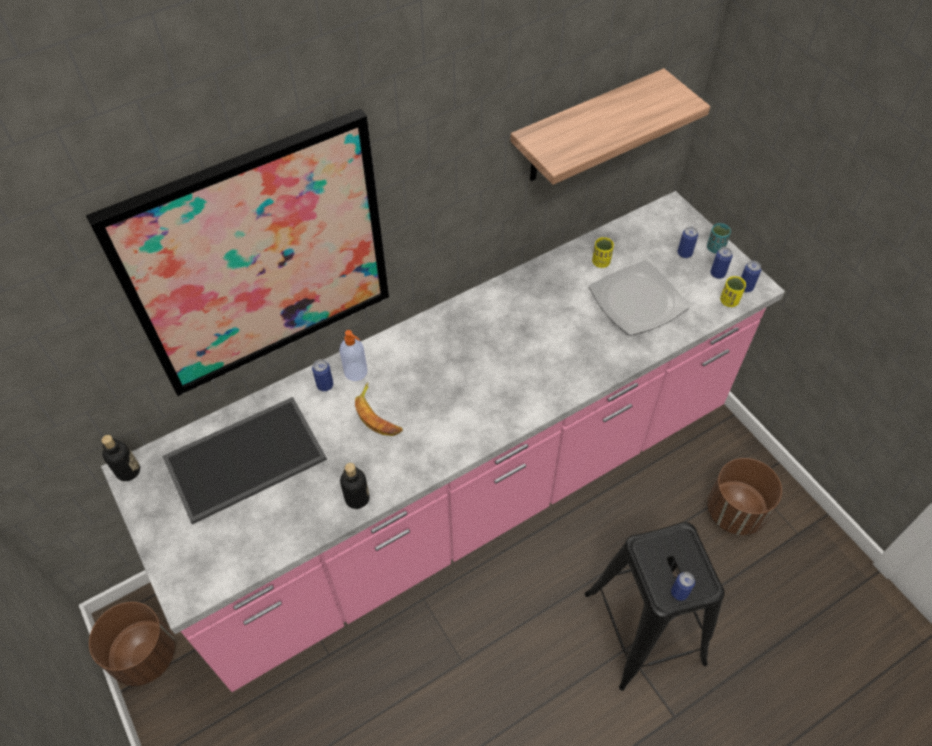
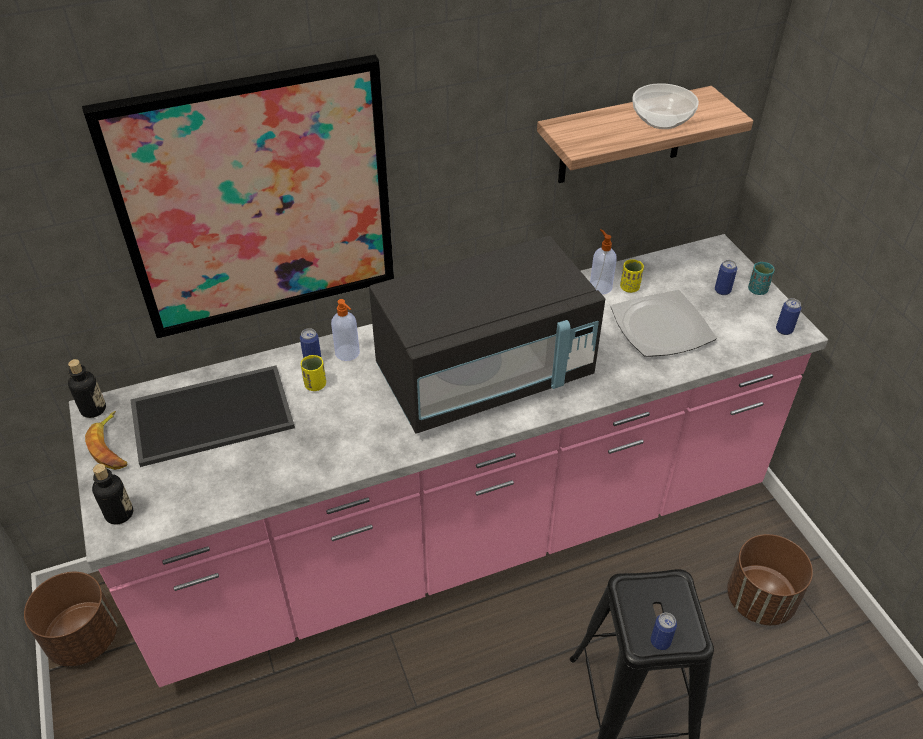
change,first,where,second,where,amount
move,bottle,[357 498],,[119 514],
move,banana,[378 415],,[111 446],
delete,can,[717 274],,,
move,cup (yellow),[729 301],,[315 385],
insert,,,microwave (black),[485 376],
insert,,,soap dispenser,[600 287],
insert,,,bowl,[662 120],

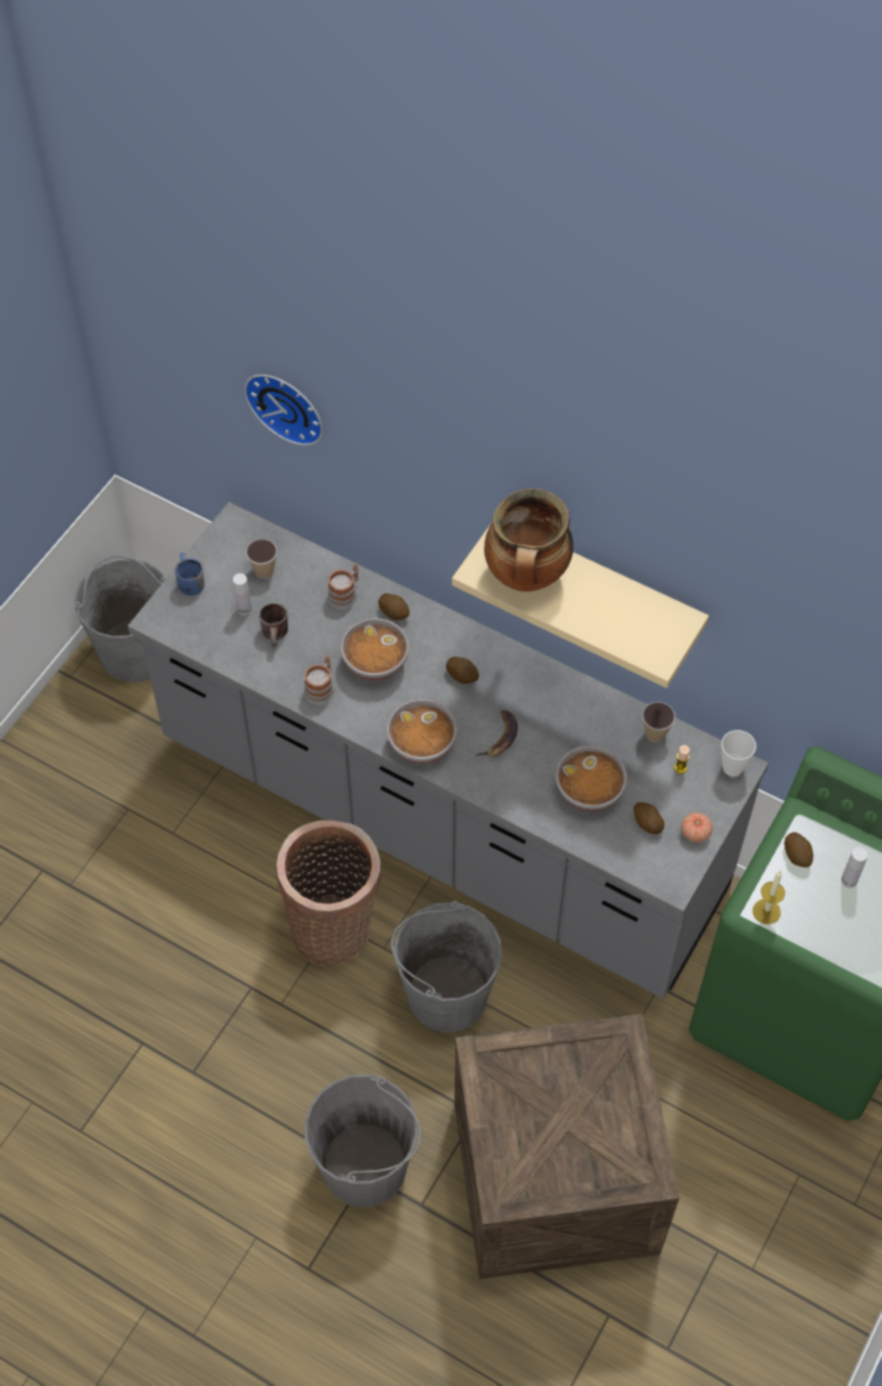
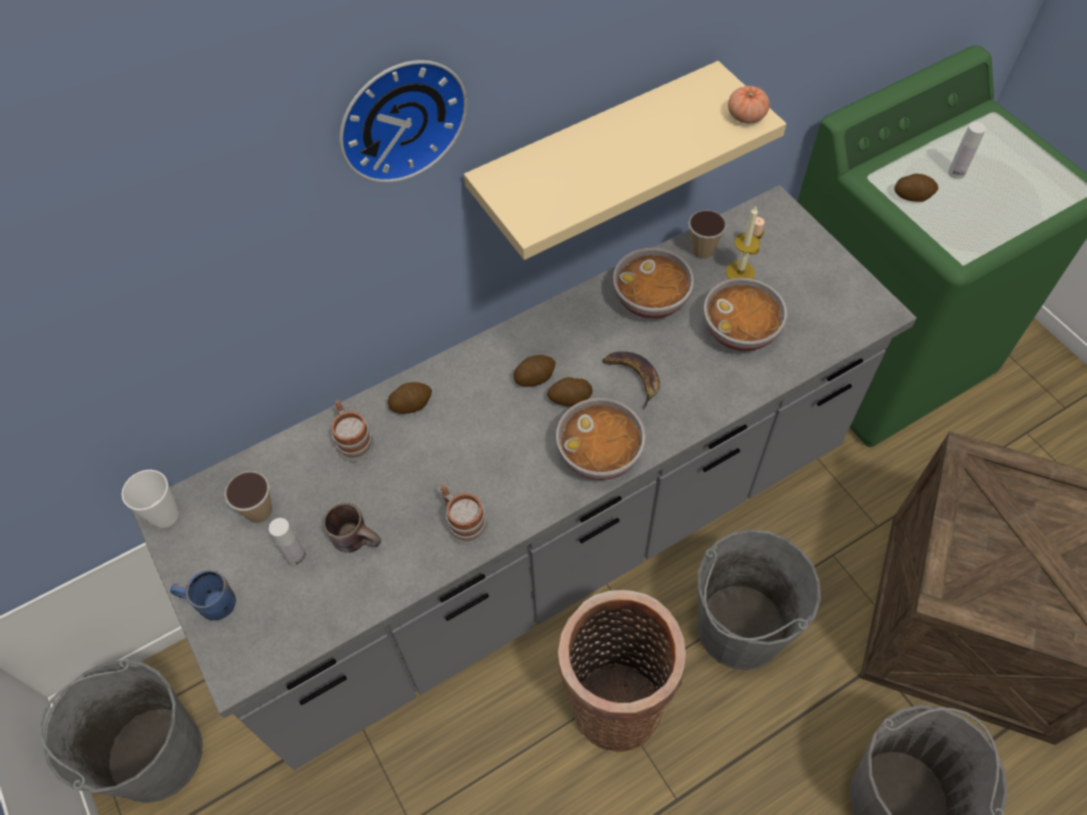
change,first,where,second,where,amount
move,wall clock,[287 405],,[399 116],
move,bowl,[375 662],,[651 300],
delete,cooking pot,[527 577],,,
move,potato,[647 823],,[570 399],
move,tomato,[695 832],,[746 116],
move,cup,[732 768],,[165 516],
move,candle,[766 911],,[740 272],

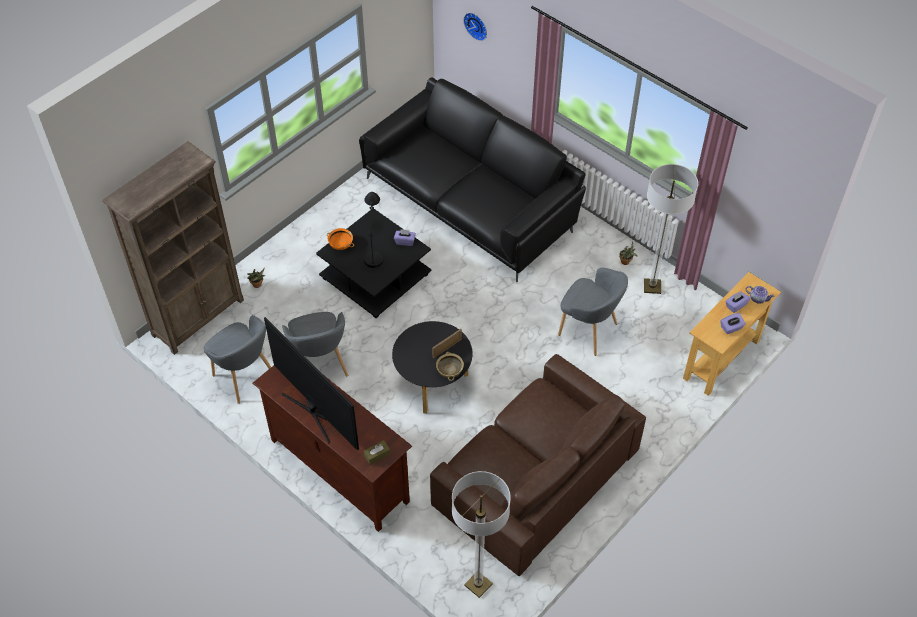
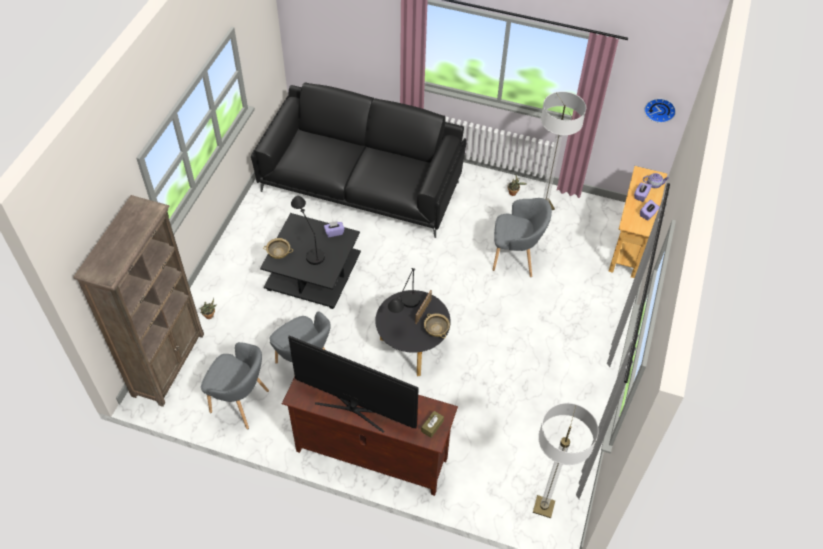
change,first,where,second,where,amount
recolor,bowl (orange),[341 244],bowl (beige),[279 253],
delete,sofa (brown),[534 477],,,
move,wall clock,[477 25],,[660 108],
insert,,,table lamp (black),[404 313],

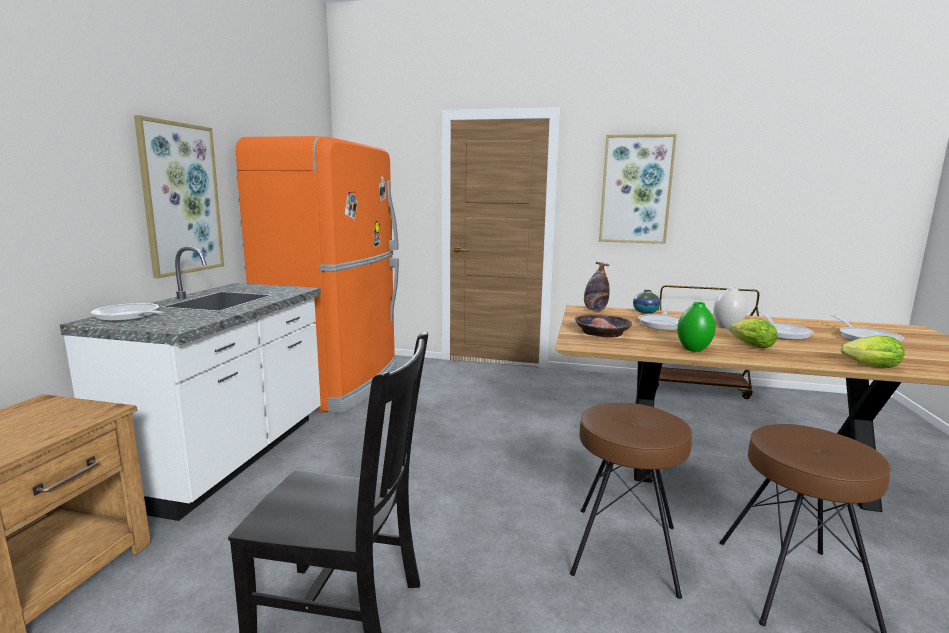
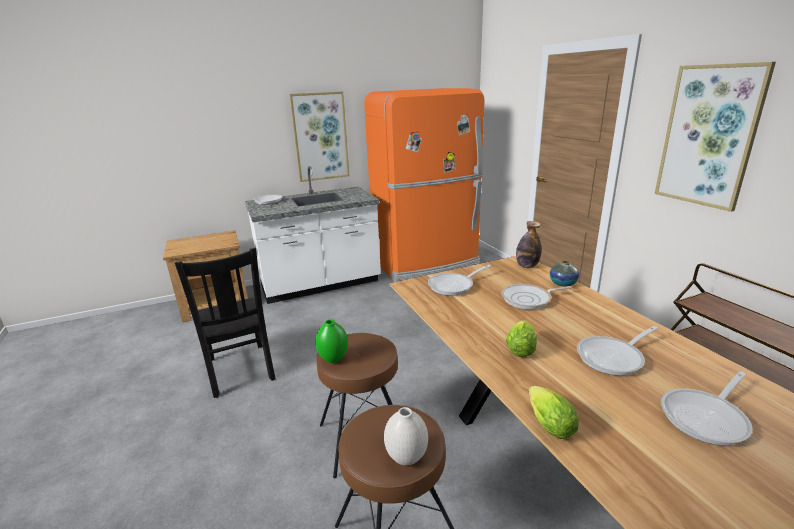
change,first,where,second,where,amount
replace,bowl,[602 332],frying pan,[454 286],
move,vase (green),[693 349],,[333 359],
move,vase (white),[727 327],,[406 457],

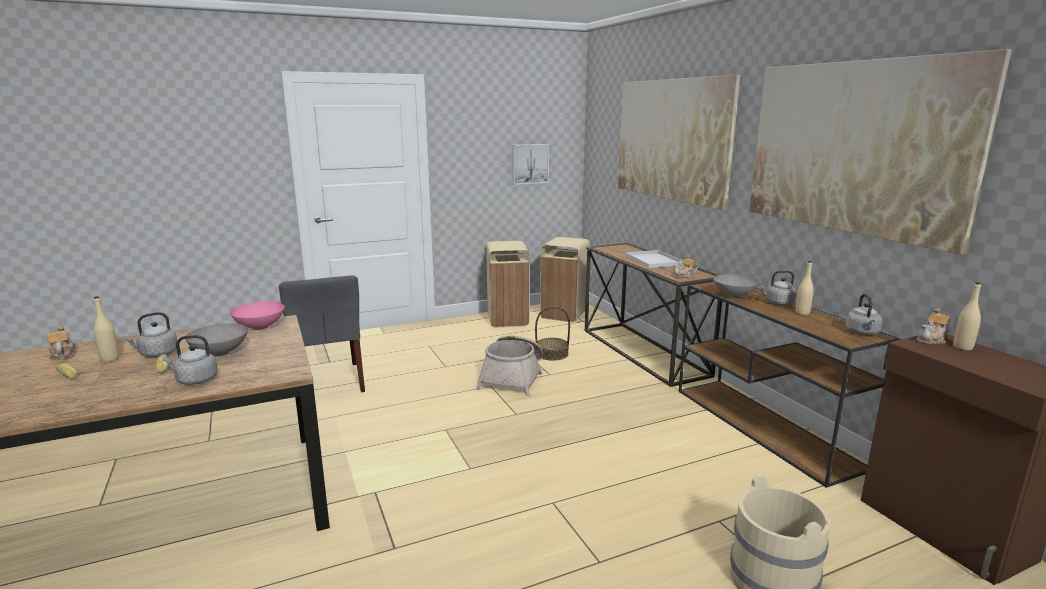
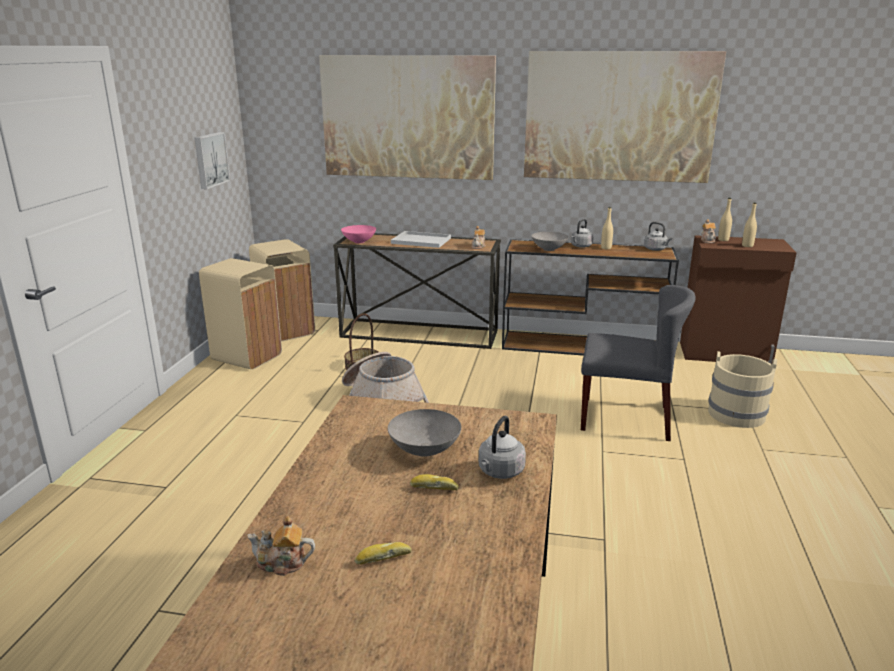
change,first,where,second,where,amount
move,bottle (beige),[110 359],,[747 246],
delete,kettle (grey),[157 354],,,
move,bowl (pink),[259 327],,[358 242],
move,chair (grey),[329 382],,[626 418],

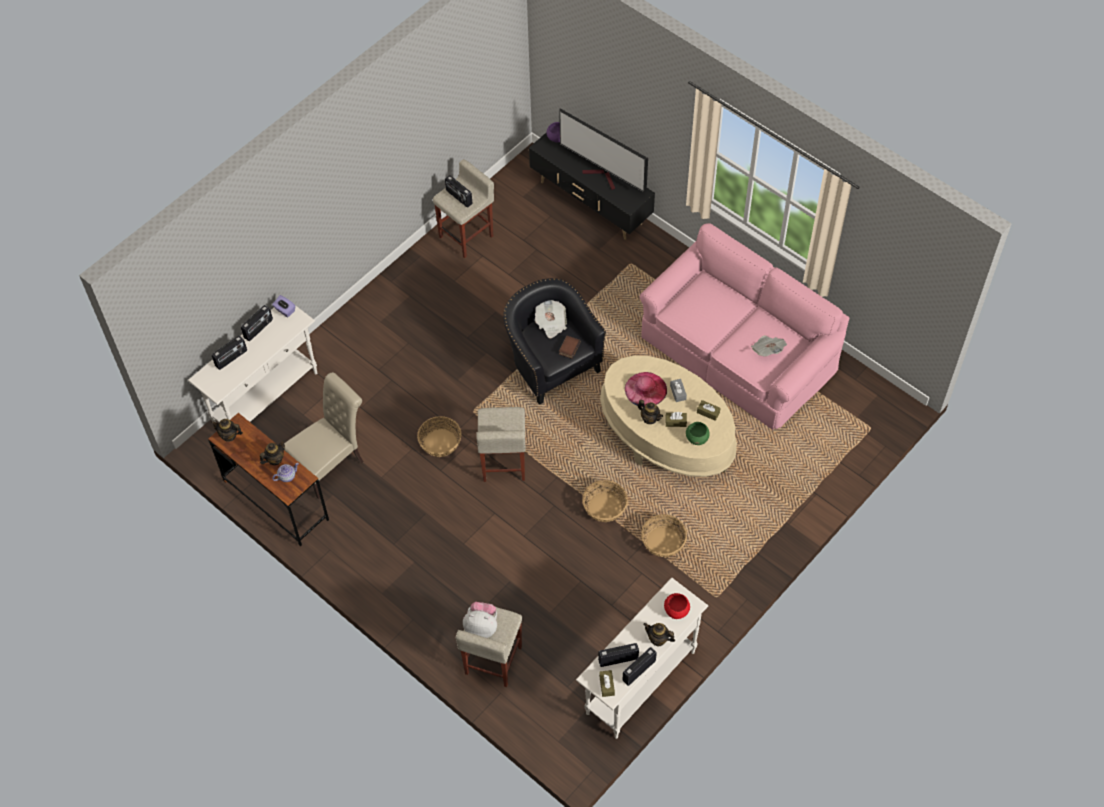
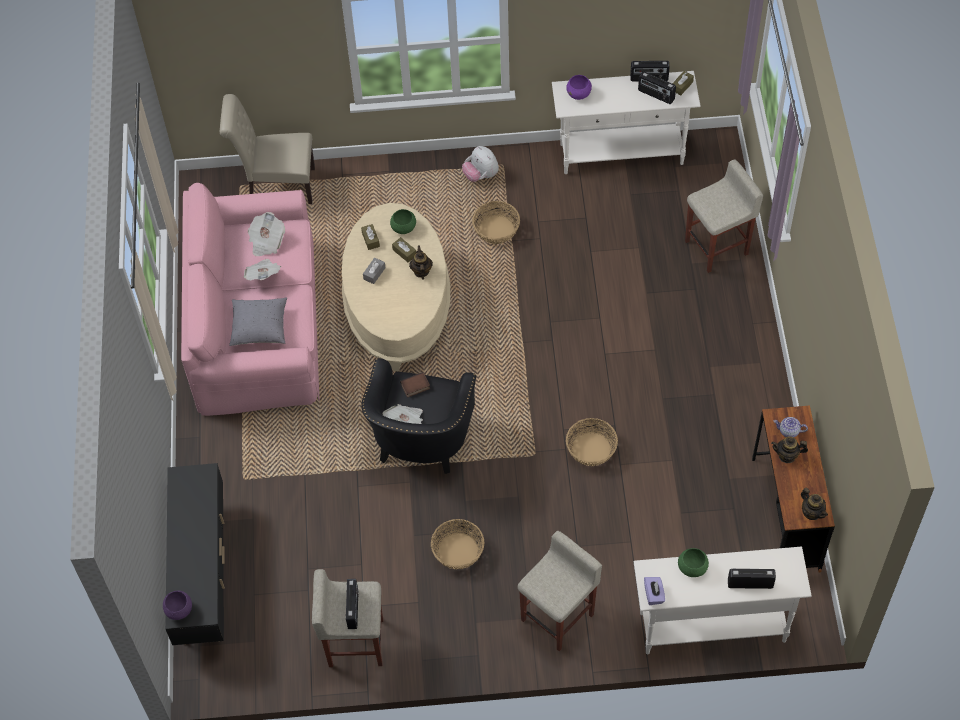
change,first,where,second,where,amount
delete,radio,[258 329],,,
move,chair (beige),[331 464],,[276 186],
move,plush toy,[481 626],,[481 175],
move,stool (beige),[503 463],,[558 616],
delete,television,[603 176],,,
move,basket,[605 507],,[458 551],
delete,hat (pink),[645 389],,,
delete,teapot,[658 639],,,
recolor,bowl (red),[676 610],bowl (purple),[579 94],
insert,,,pillow (grey),[260 328],
insert,,,newspaper,[263 275],
insert,,,bowl (green),[692 568],

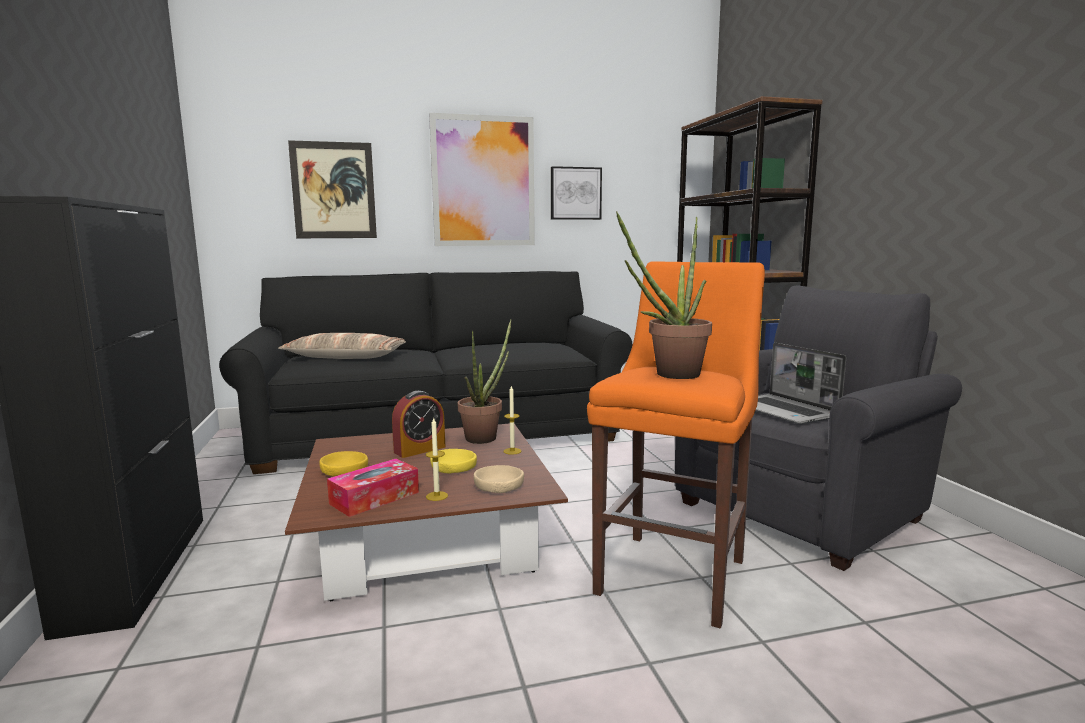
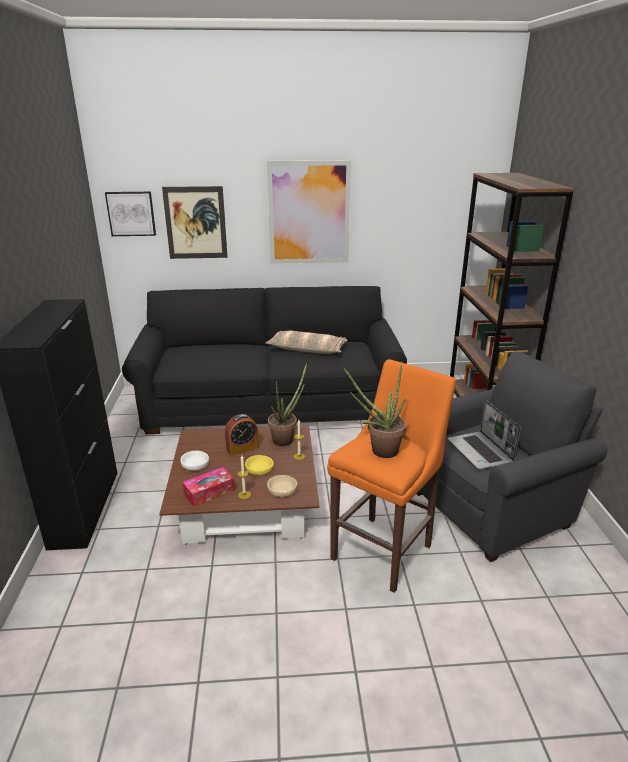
change,first,where,second,where,amount
move,pillow,[345 357],,[307 349],
recolor,bowl (yellow),[344 470],bowl (white),[195 464],
move,picture,[575 193],,[131 213],

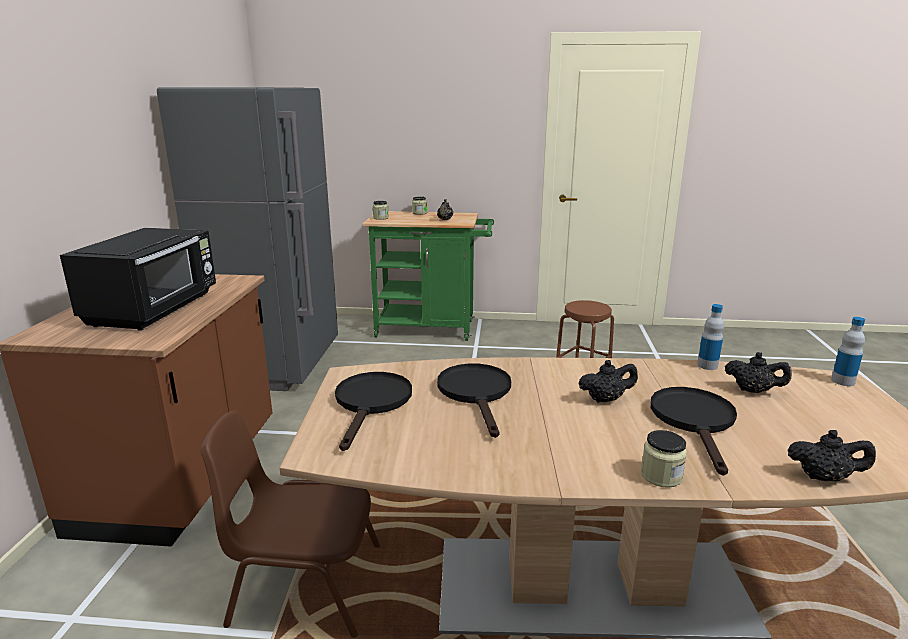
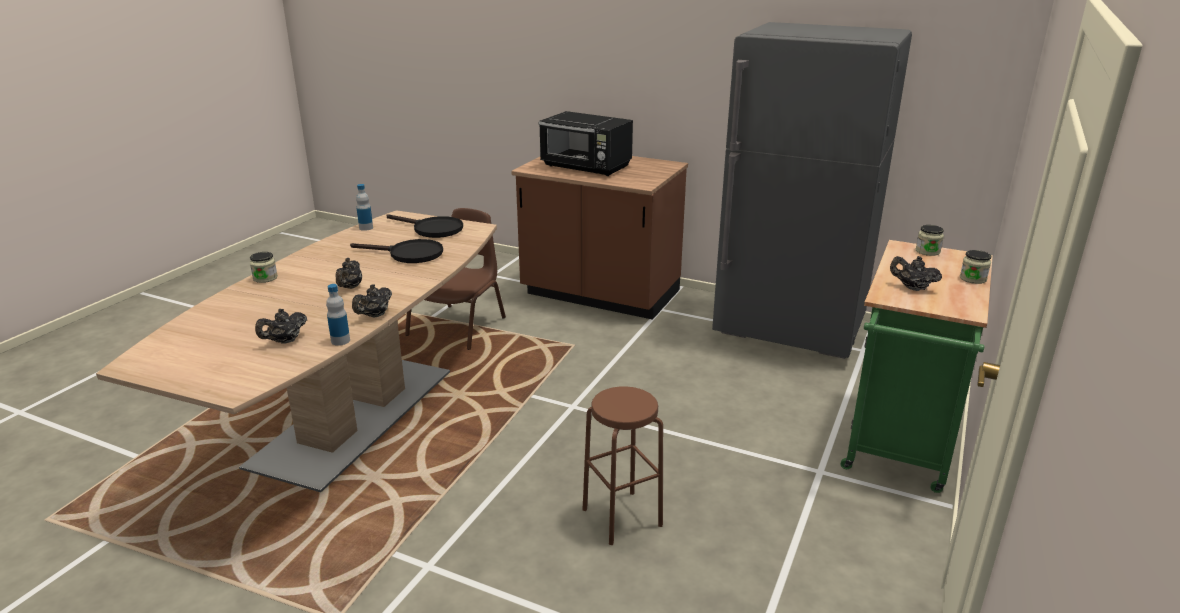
change,first,where,second,where,amount
delete,frying pan (black),[695 421],,,
move,teapot (black),[824 477],,[374 315],
move,bottle,[843 381],,[366 228],

